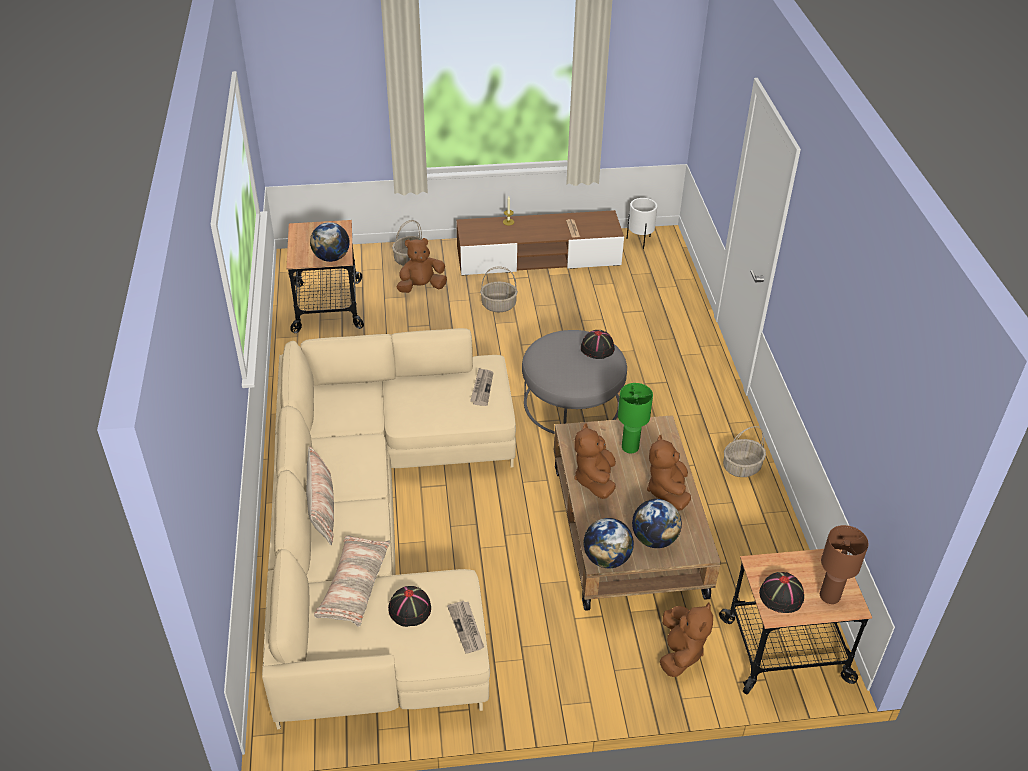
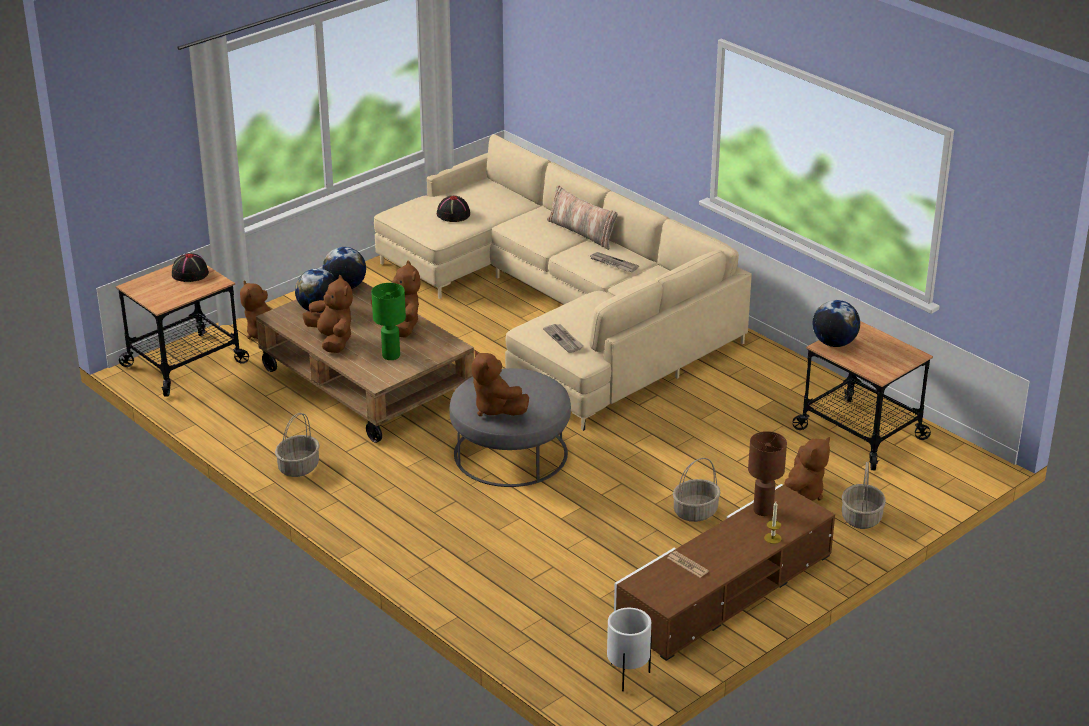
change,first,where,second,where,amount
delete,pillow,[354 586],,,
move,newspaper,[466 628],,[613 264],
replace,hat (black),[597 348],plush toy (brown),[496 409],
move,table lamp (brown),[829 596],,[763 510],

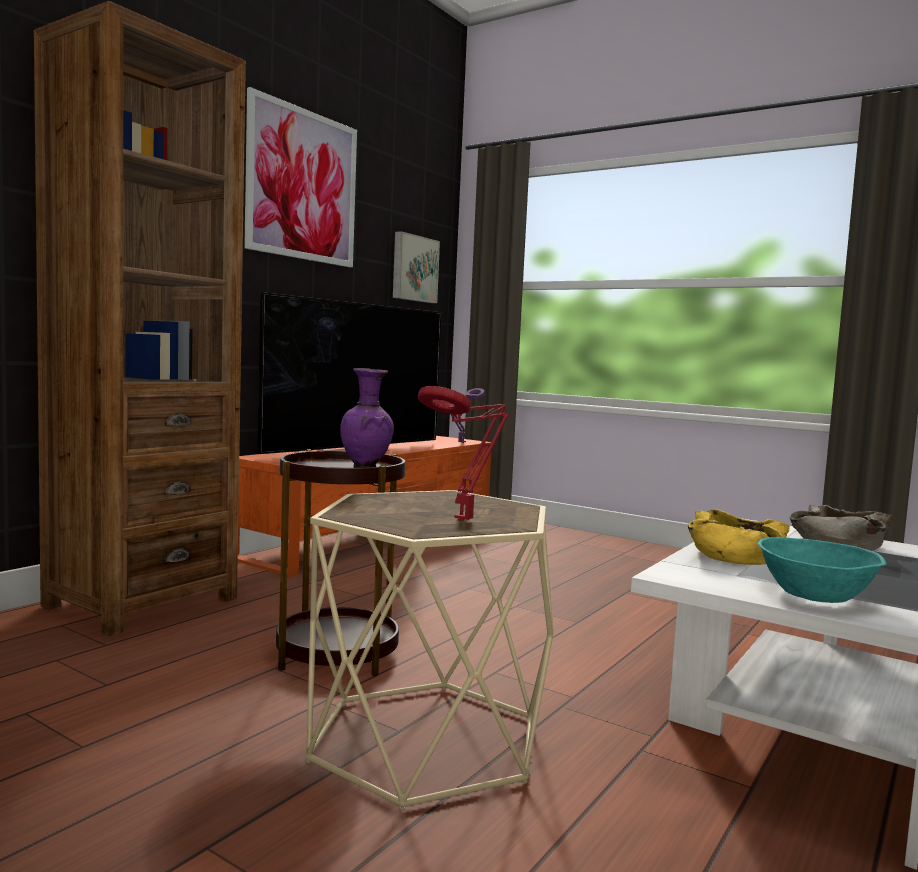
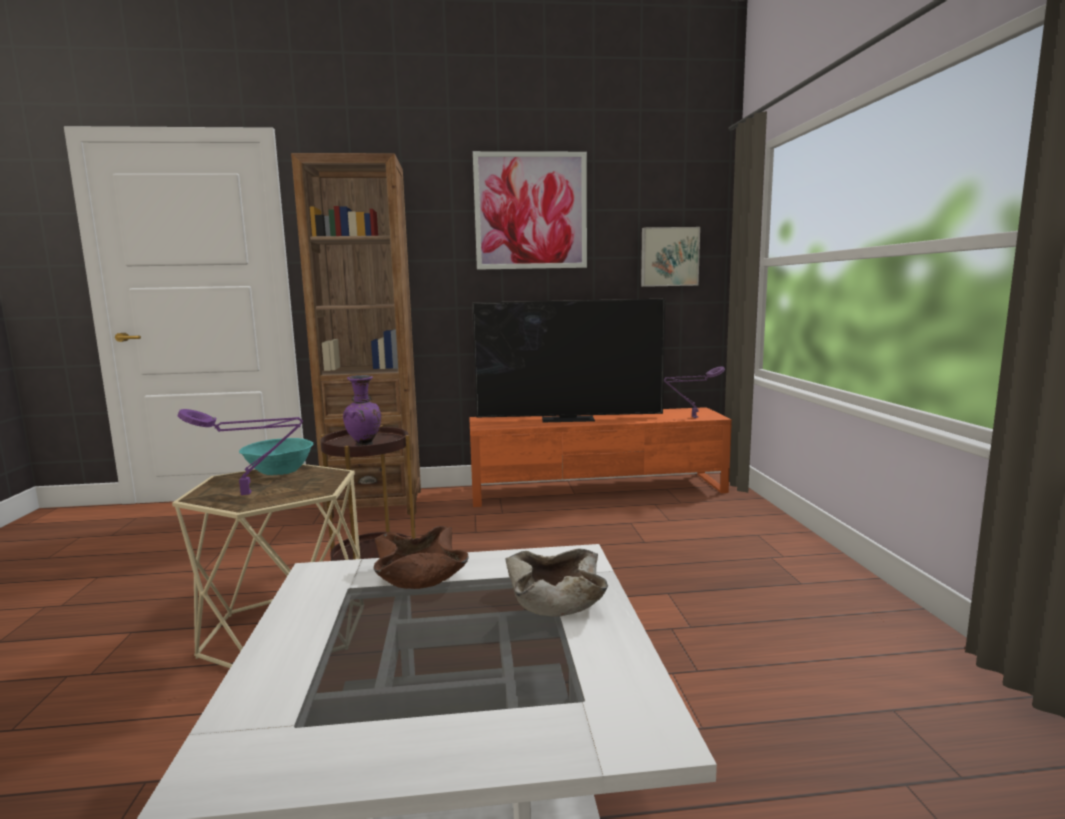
change,first,where,second,where,amount
recolor,table lamp (red),[466 519],table lamp (purple),[250 494],
recolor,bowl (yellow),[737 556],bowl (brown),[421 575],
move,bowl (turquoise),[817 596],,[279 471],

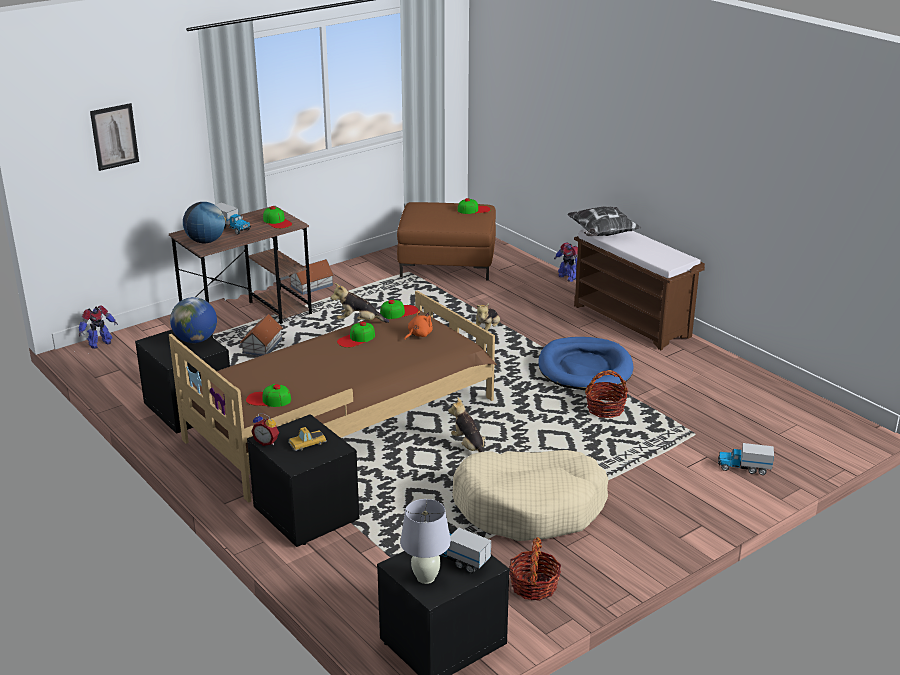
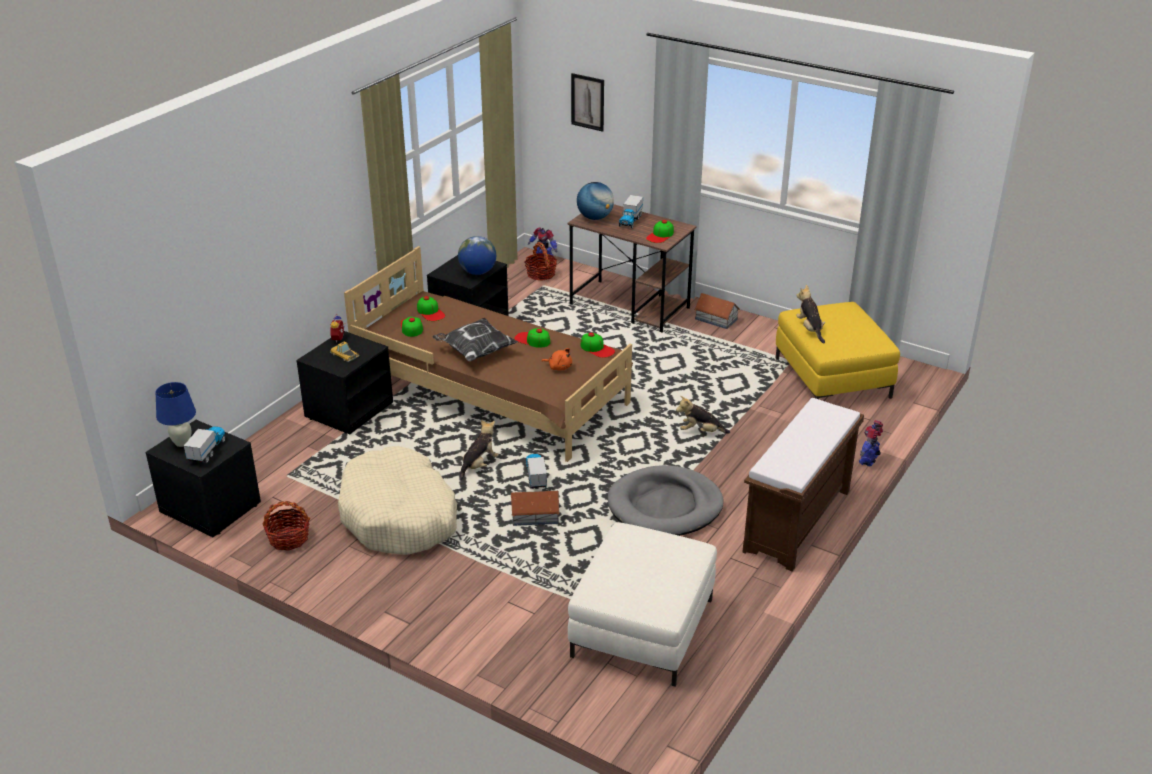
change,first,where,second,where,amount
move,toy house,[262 346],,[534 515],
move,plush toy,[359 322],,[810 329],
recolor,ottoman (brown),[447 263],ottoman (yellow),[832 378],
recolor,table lamp (white),[426 578],table lamp (blue),[182 443],
move,cap,[474 209],,[430 312],
recolor,dog bed (blue),[585 368],dog bed (grey),[665 506],
move,pillow,[602 234],,[475 352],
move,basket,[605 409],,[541 274],
move,toy truck,[744 468],,[536 477],
insert,,,ottoman (white),[642 628],

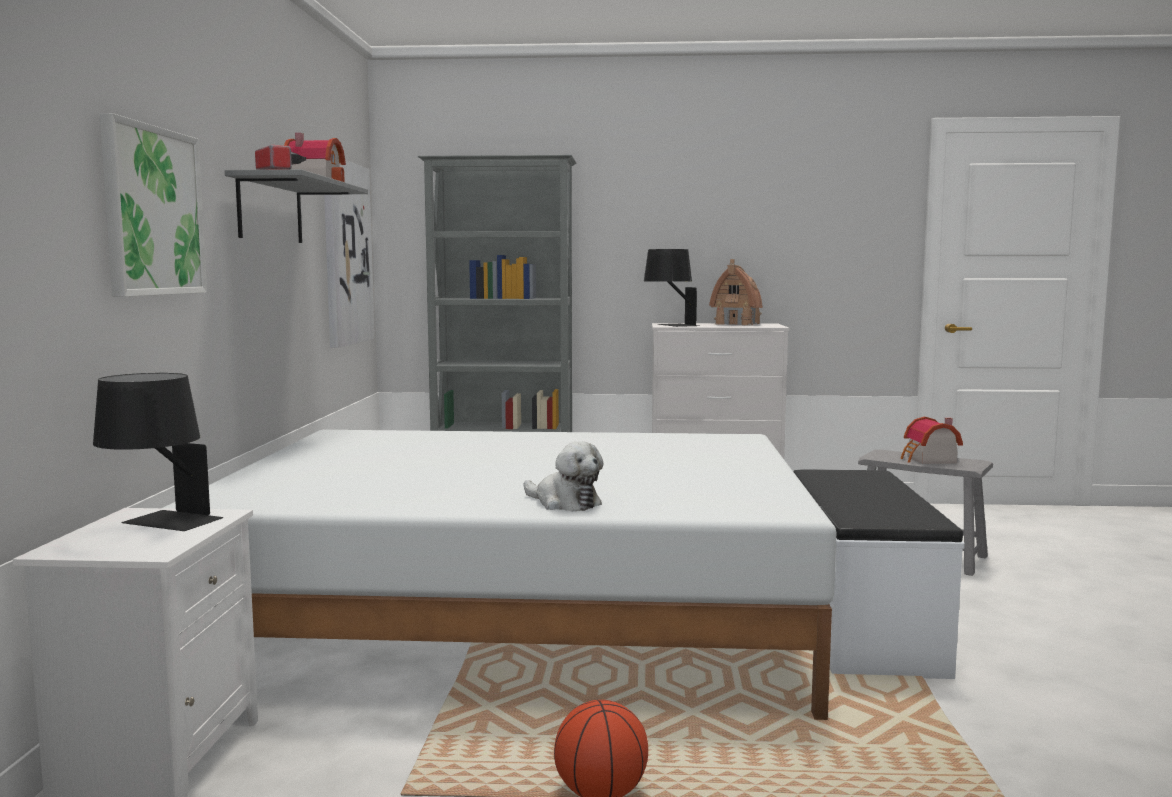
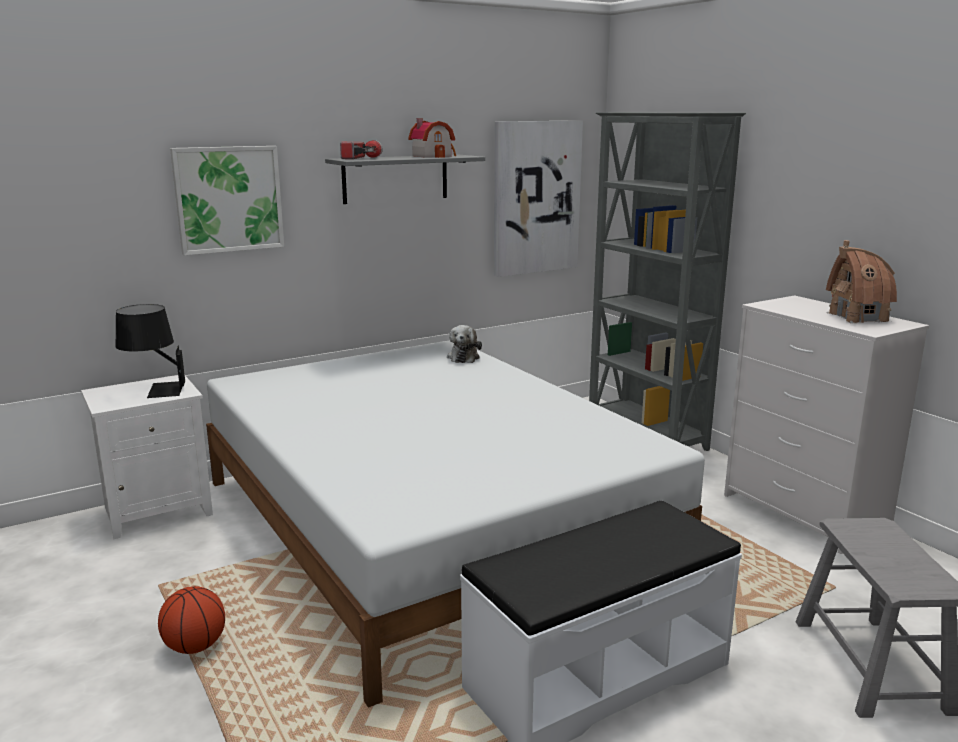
change,first,where,second,where,amount
move,plush toy,[564 503],,[463 357],
delete,table lamp (black),[670 325],,,
delete,toy house,[929 460],,,

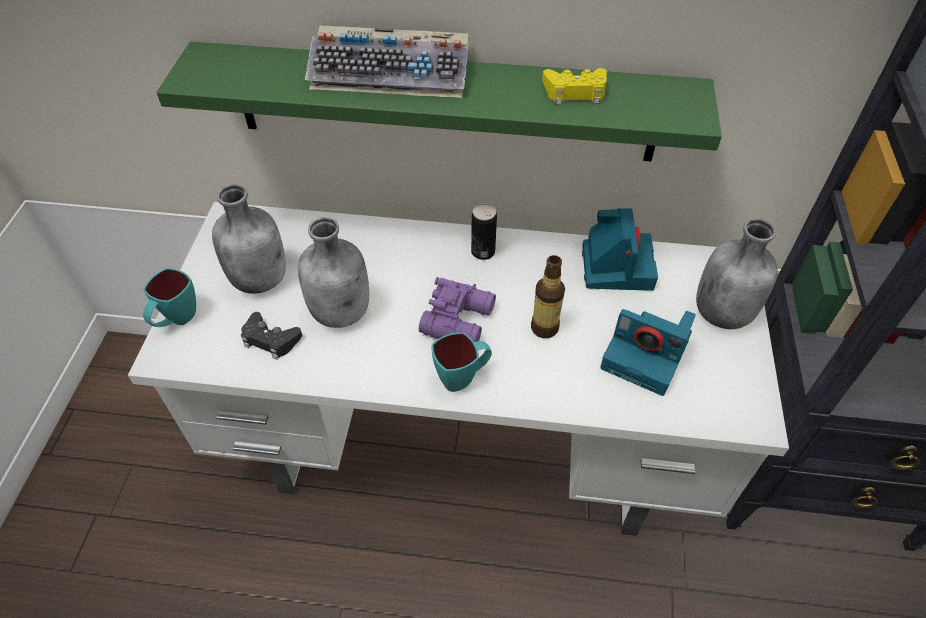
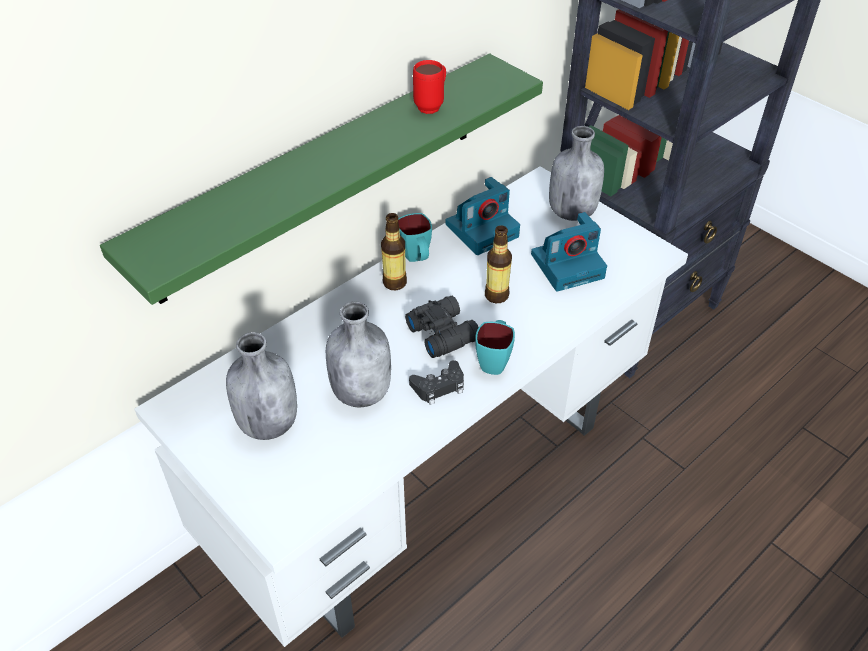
change,first,where,second,where,amount
move,mug (turquoise),[176 320],,[417 259],
move,game controller (black),[270 340],,[439 386],
delete,keyboard,[392 73],,,
recolor,binoculars (purple),[460 320],binoculars (black),[443 332],
replace,can,[483 252],bottle,[394 283],
replace,game controller (yellow),[575 92],mug (red),[432 105],
rotate,photo camera,[616 265],,[482 229],105 degrees clockwise

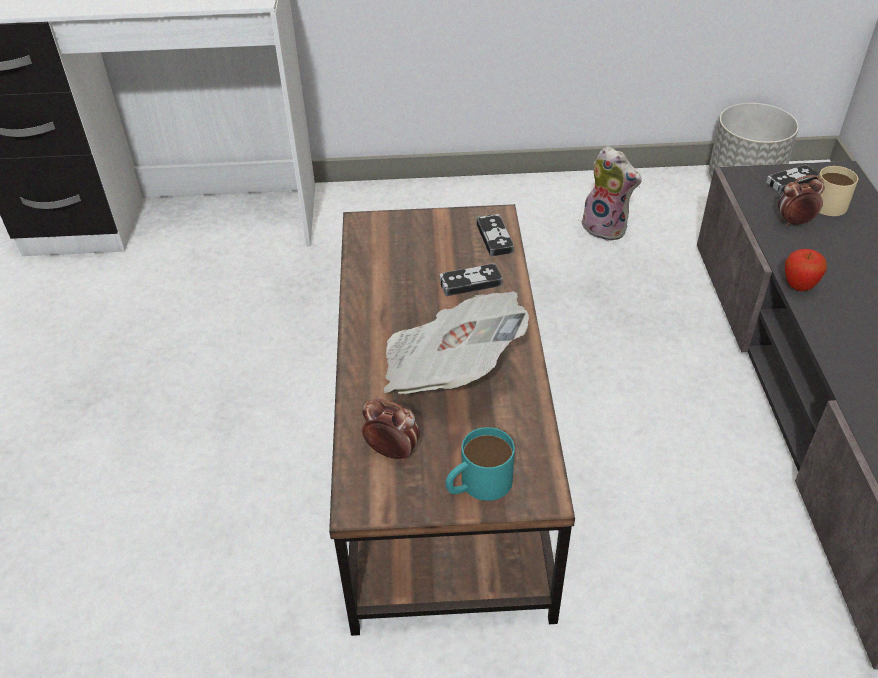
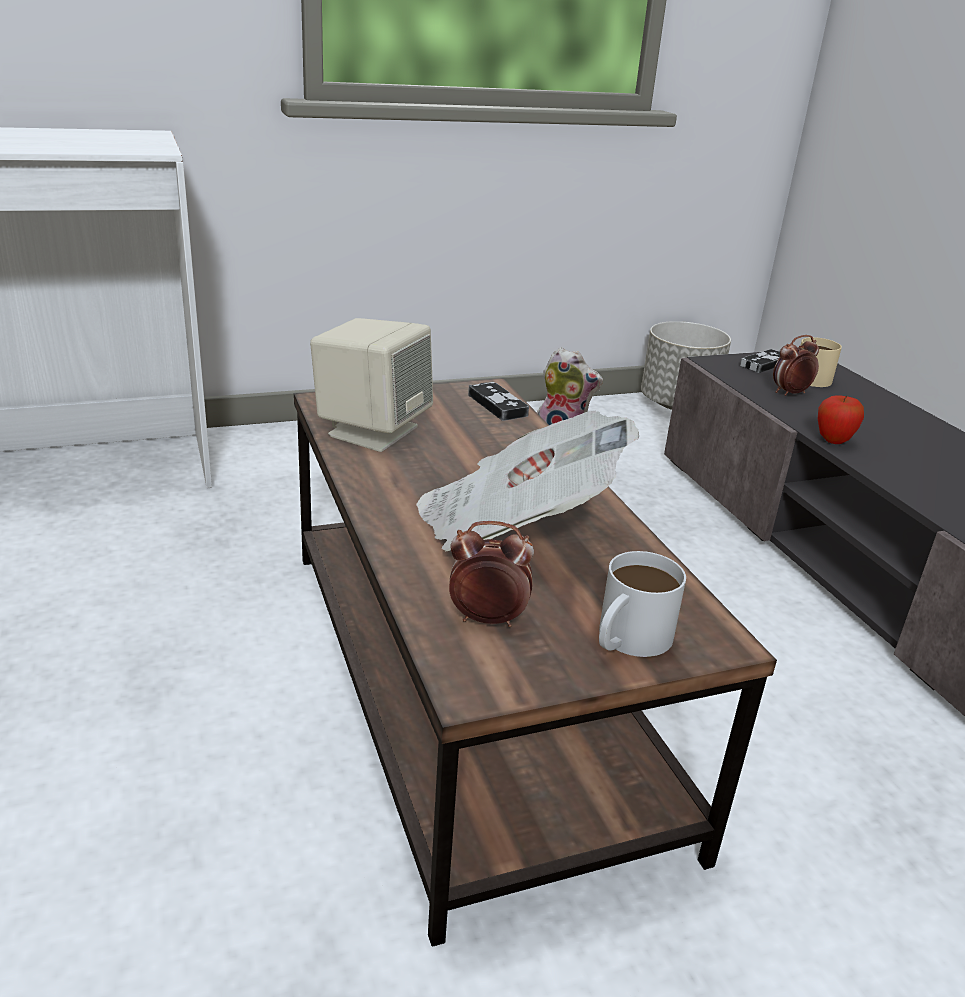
change,first,where,second,where,amount
delete,game controller,[470 283],,,
recolor,mug (turquoise),[477 484],mug (white),[627 640],
insert,,,speaker (beige),[372 431],

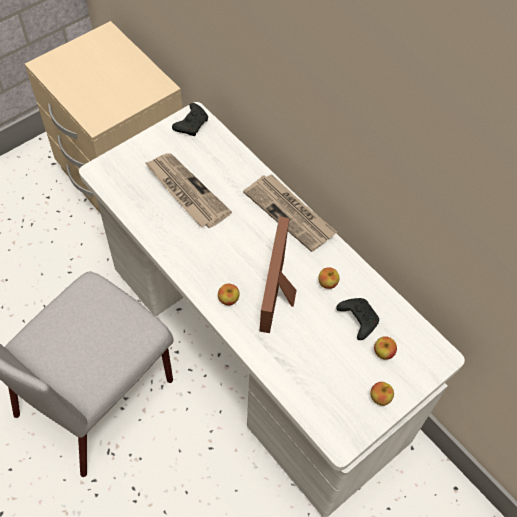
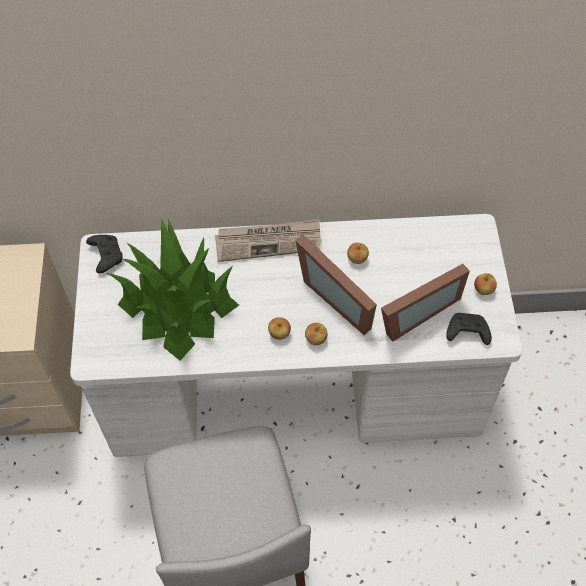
change,first,where,second,where,amount
replace,newspaper,[186 192],potted plant,[177 305],
move,game controller (black),[357 319],,[466 333],
move,apple,[383 352],,[279 333],
insert,,,picture frame,[414 312],

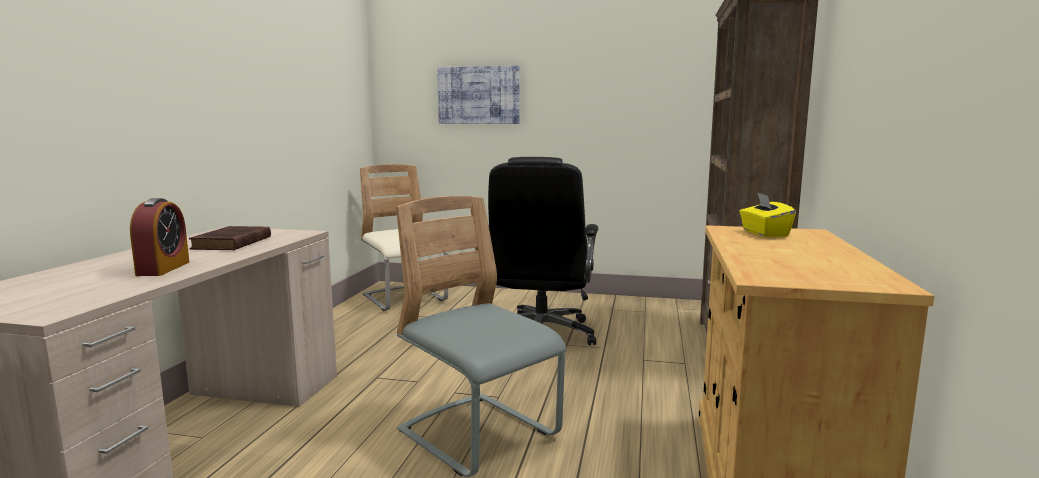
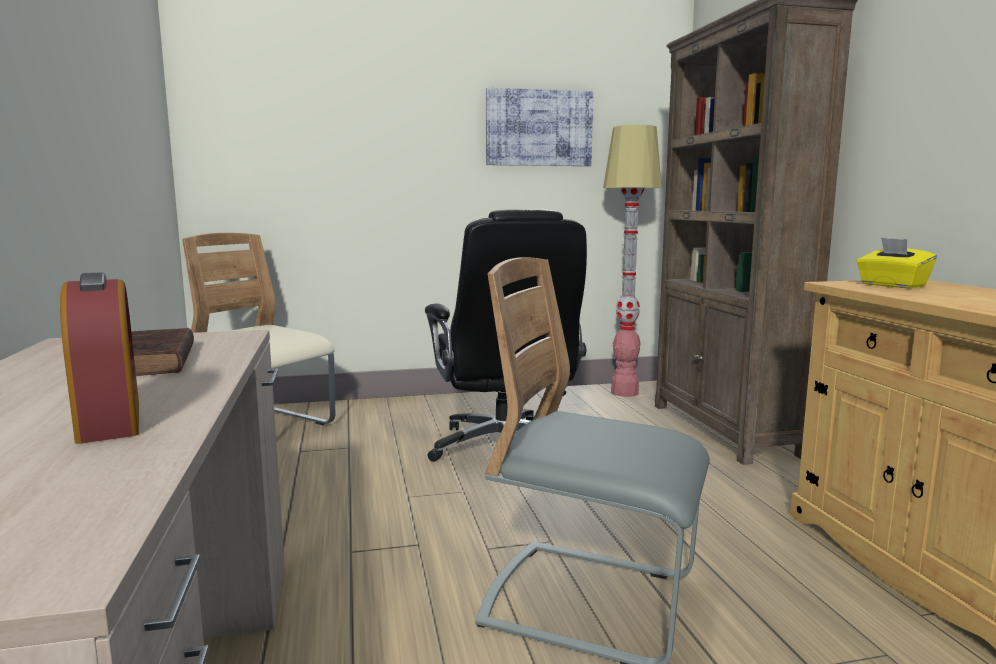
change,first,where,second,where,amount
move,picture,[478 95],,[539 128],
insert,,,floor lamp,[624 392],

